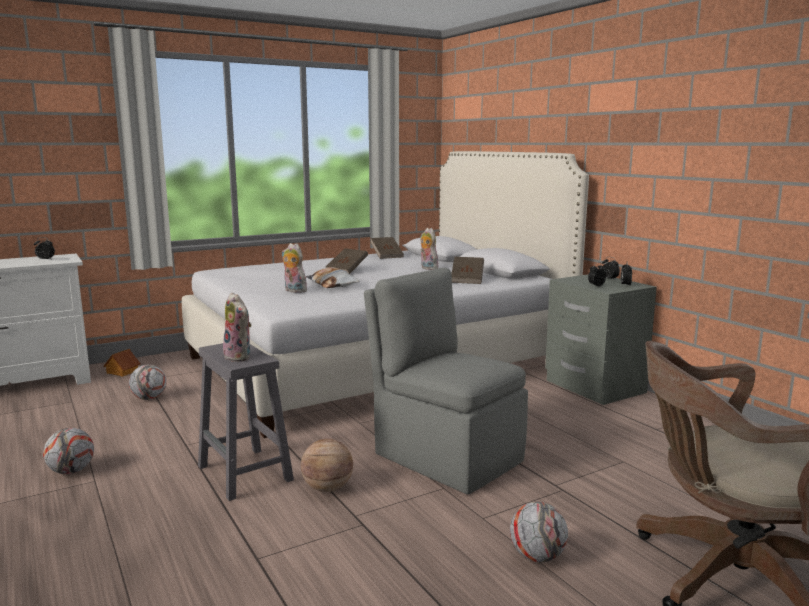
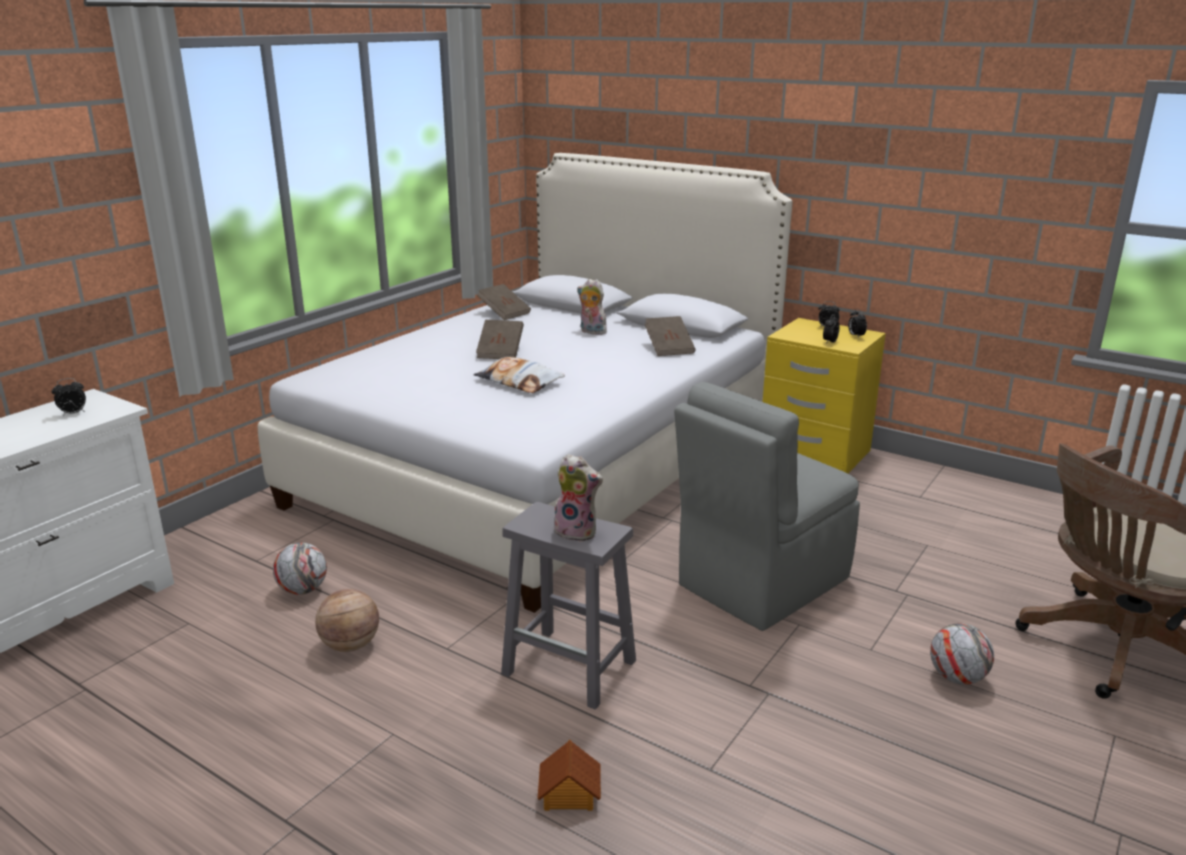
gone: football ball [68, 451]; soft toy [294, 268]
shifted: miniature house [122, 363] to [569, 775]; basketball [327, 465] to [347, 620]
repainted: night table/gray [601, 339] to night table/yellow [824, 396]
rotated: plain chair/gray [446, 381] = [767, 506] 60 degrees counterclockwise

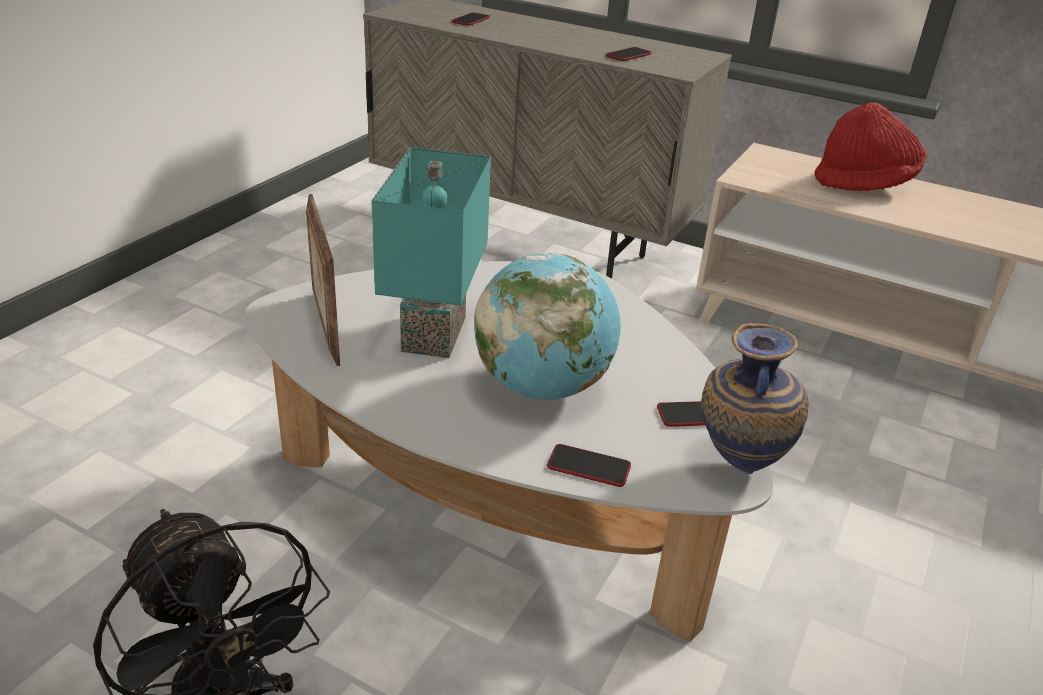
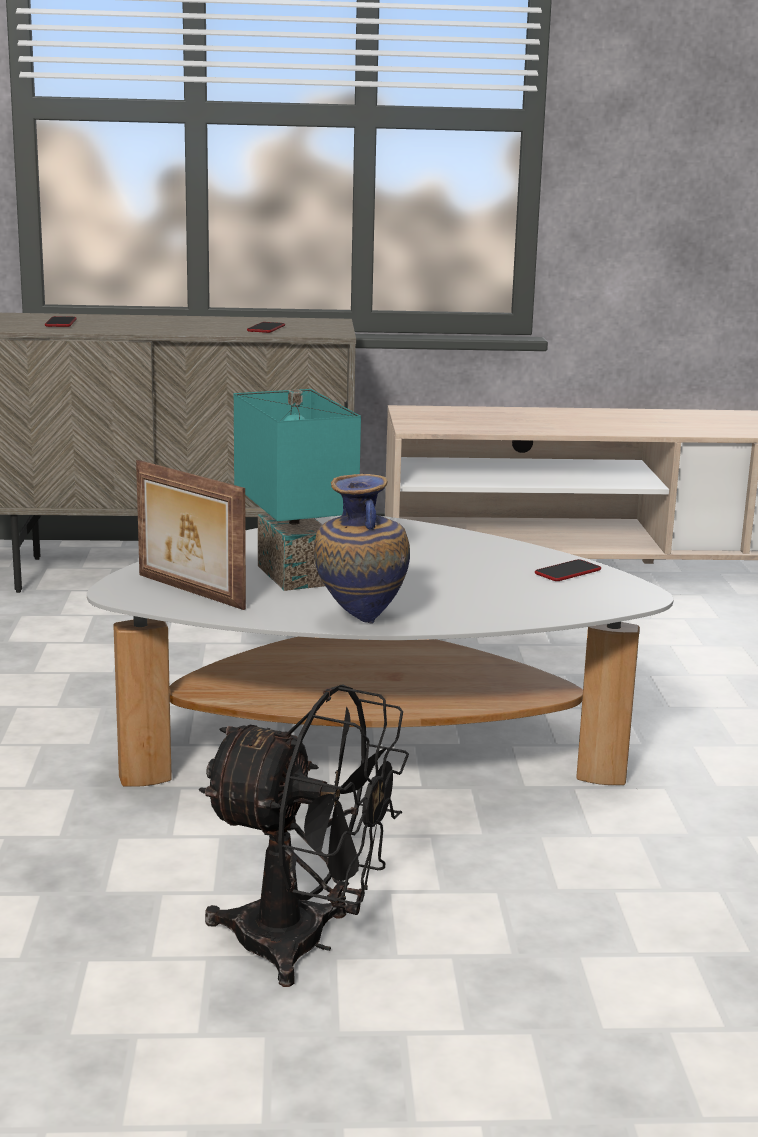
gone: desk globe [547, 326]; handset [589, 465]; wearable hat/red [870, 146]
shifted: flower vase [755, 398] to [362, 548]

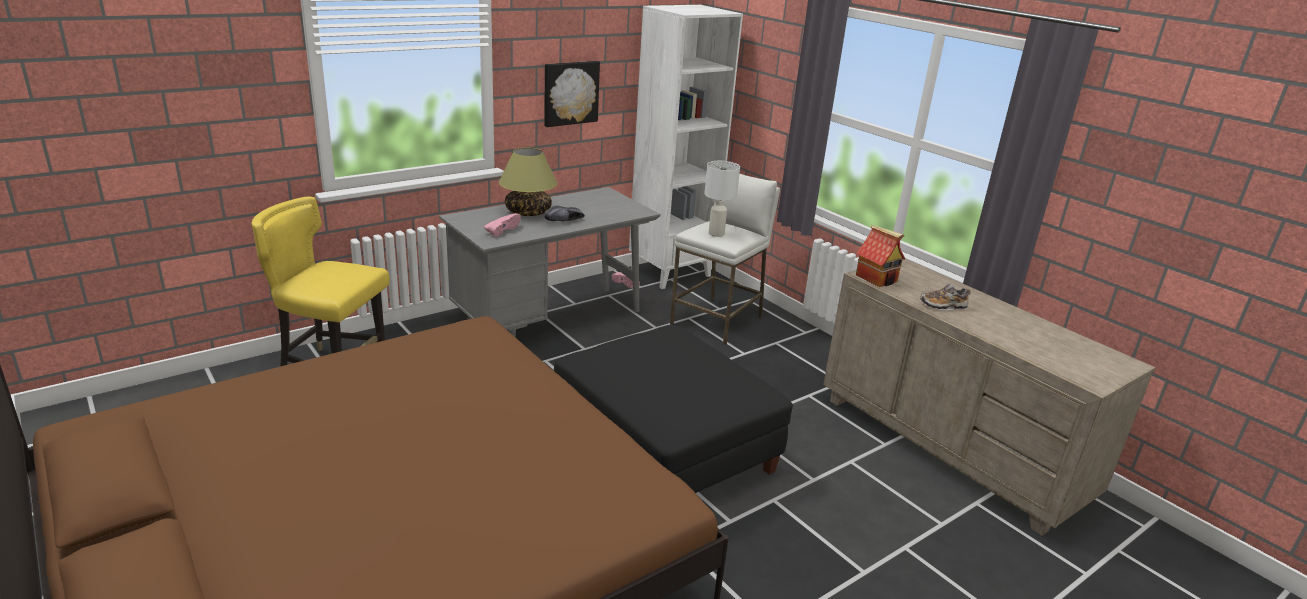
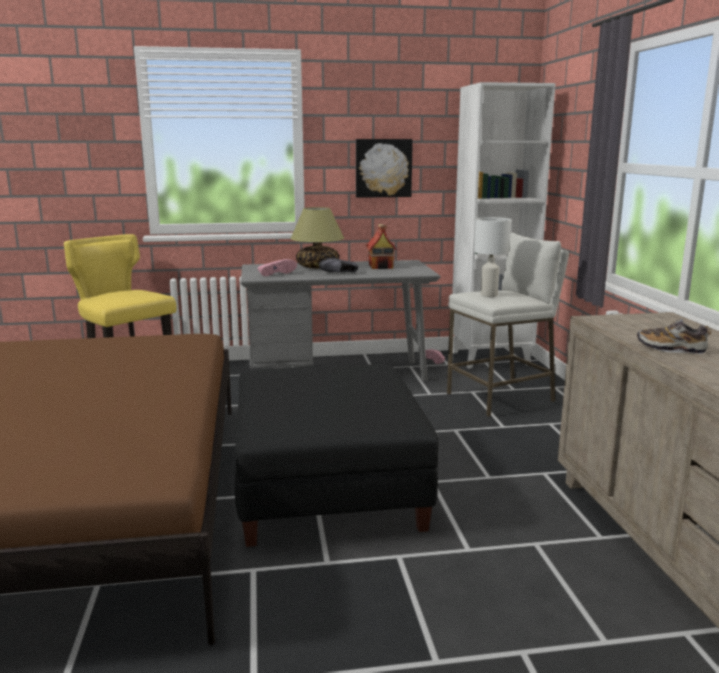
shifted: miniature house [880, 256] to [381, 246]

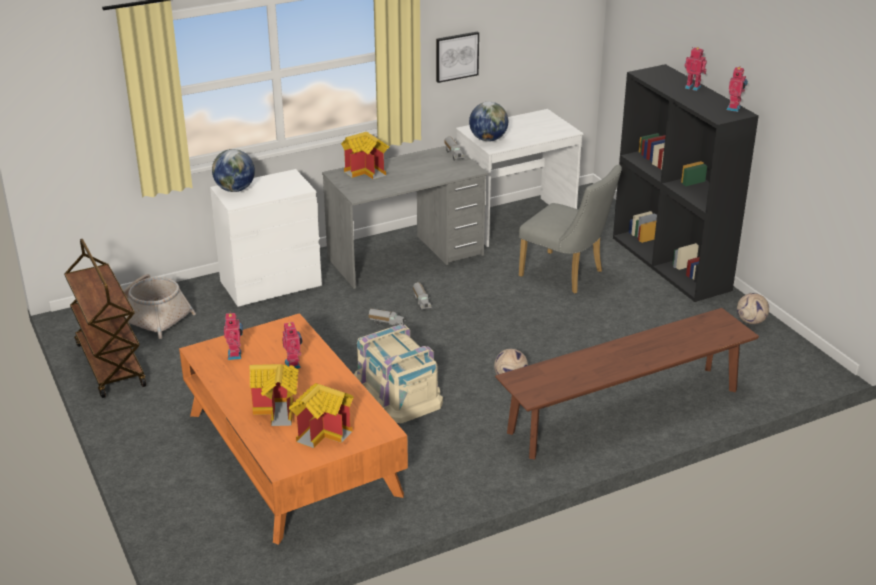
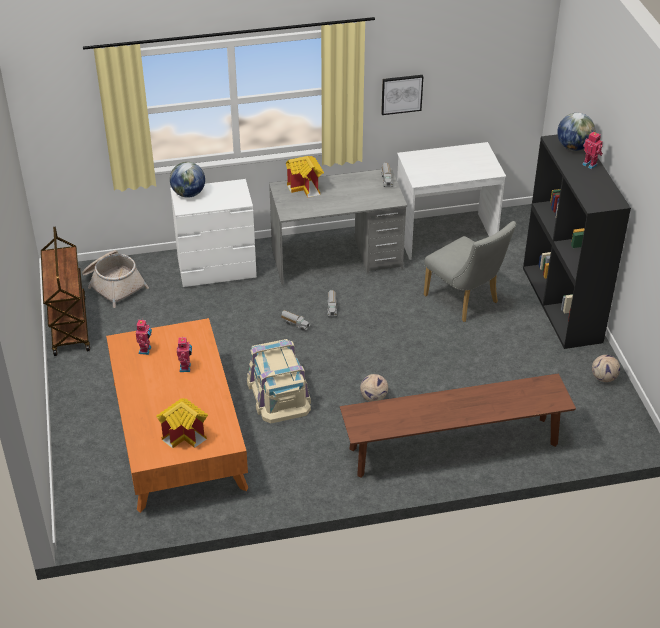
gone: miniature house [274, 395]; robot figure [737, 89]
shifted: desk globe [488, 122] to [576, 132]

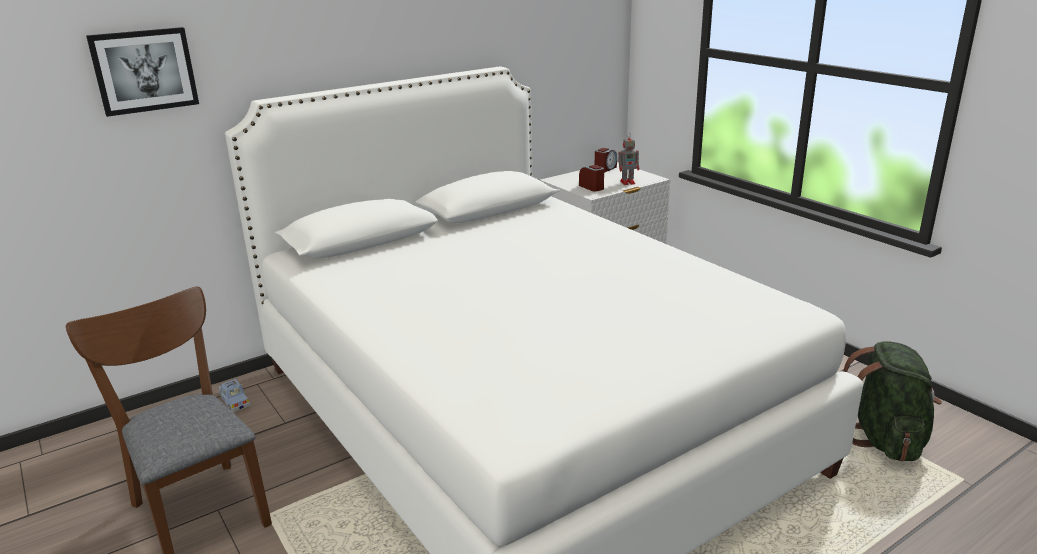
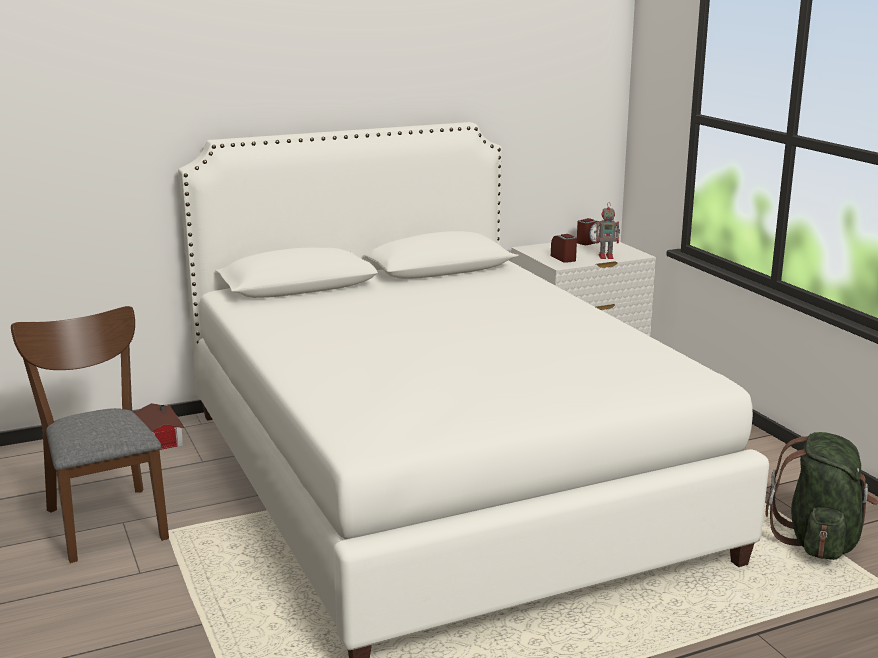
gone: wall art [142, 72]
swapped: toy car/blue [235, 395] to miniature house [159, 426]

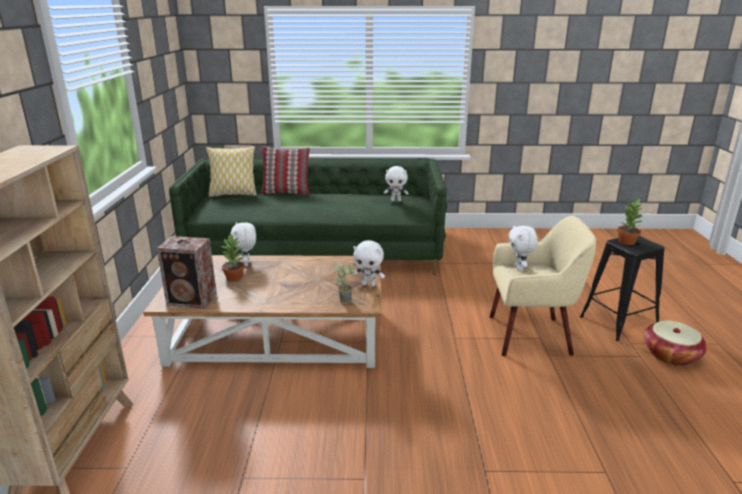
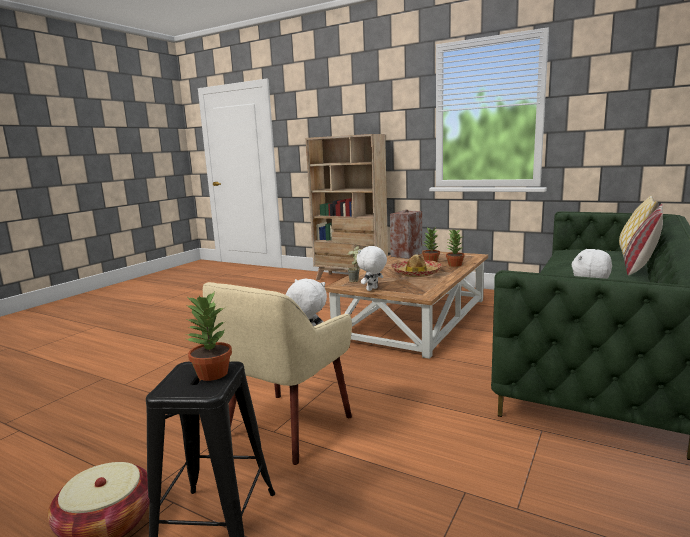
new: wearable hat [416, 265]
swapped: soft toy/white-coloured [243, 244] to houseplant [455, 248]

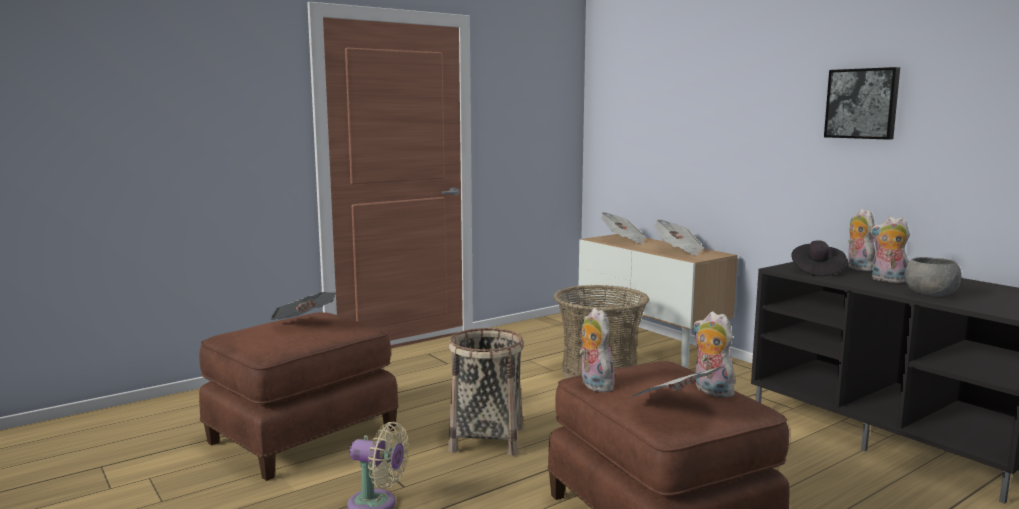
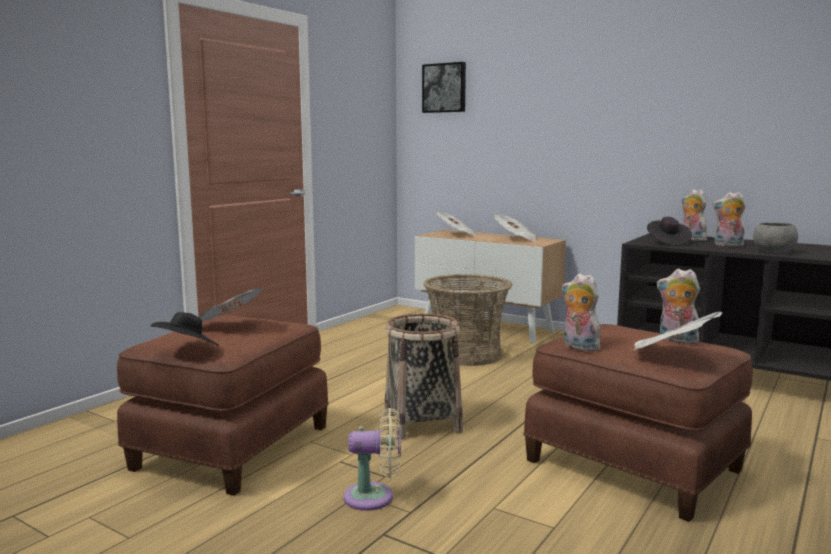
new: wearable hat/black [184, 328]
shifted: wall art [862, 103] to [444, 87]

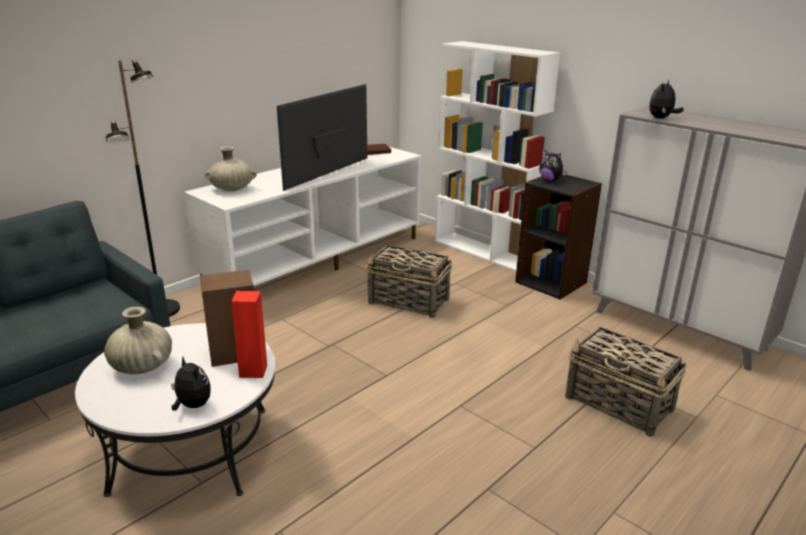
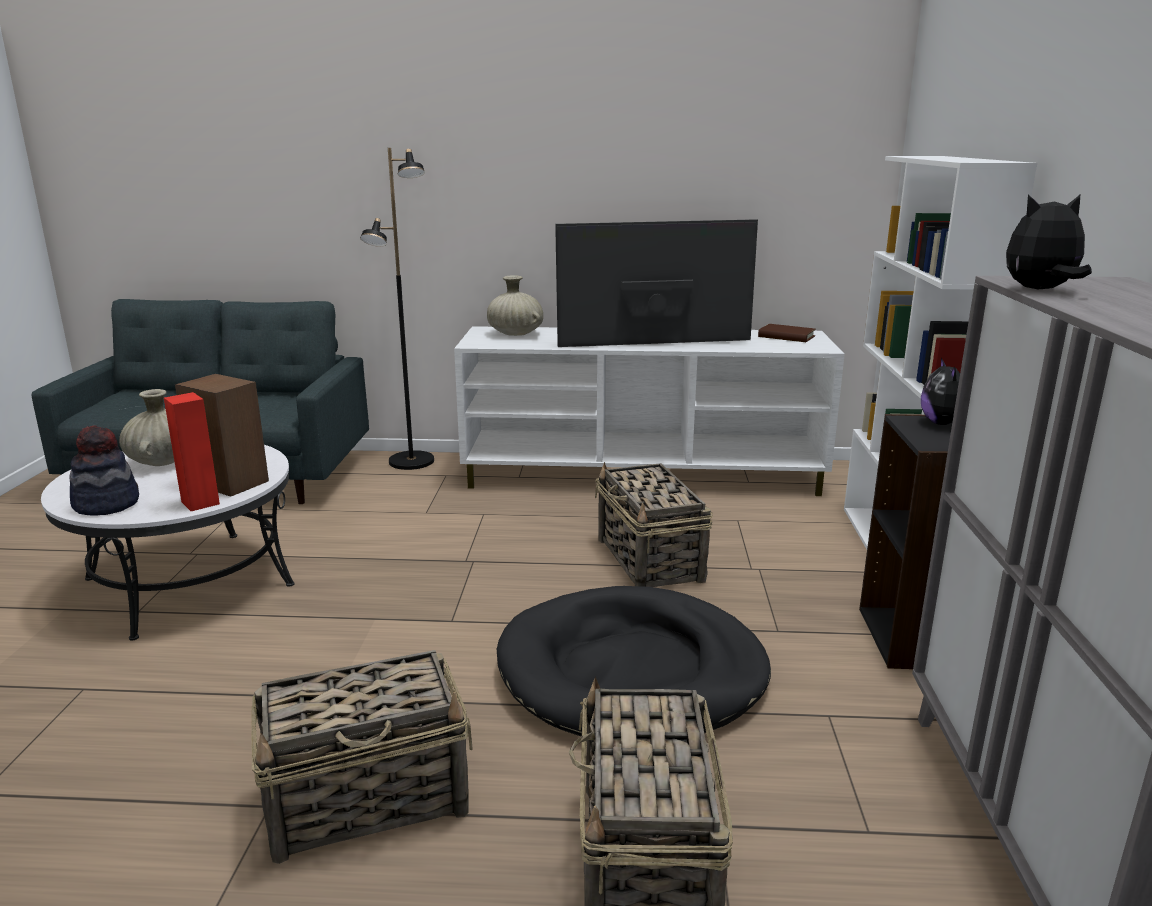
new: household basket [362, 757]; pet bed/black [634, 661]
swapped: soft toy [191, 383] to wearable hat [104, 470]

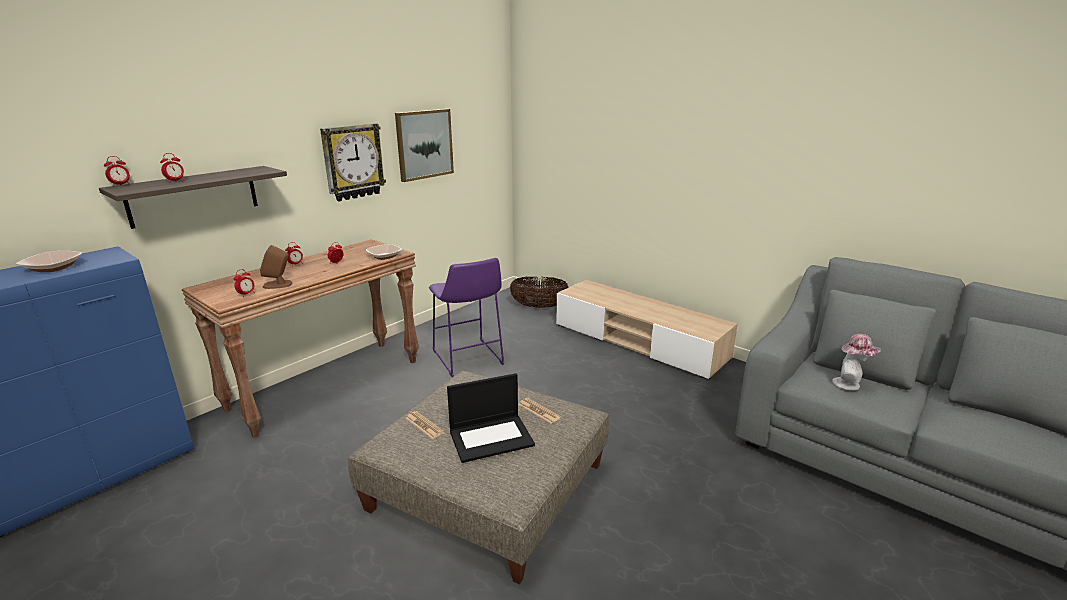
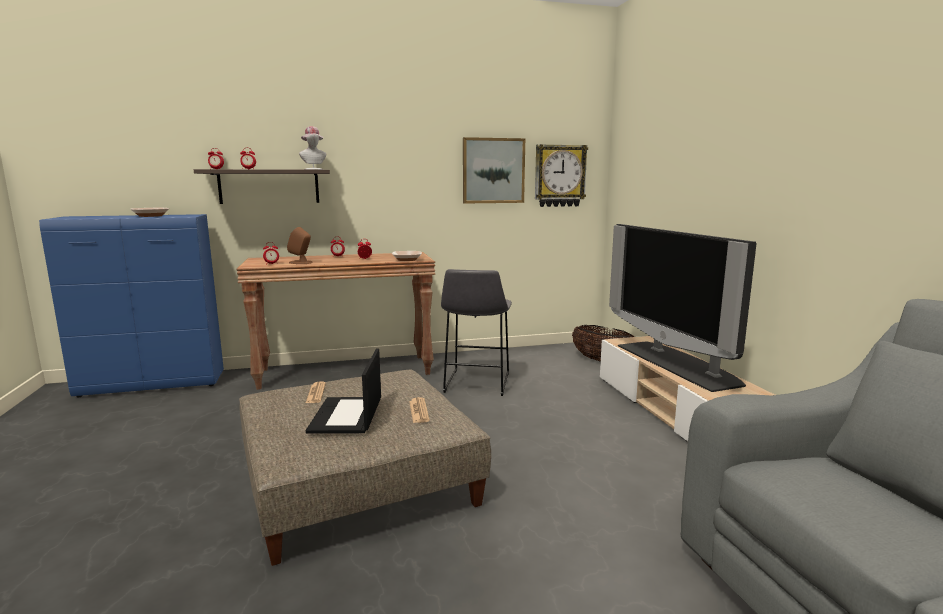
new: TV [683, 308]
shifted: clock on the wall [353, 162] to [561, 175]; wearable hat [856, 362] to [312, 148]
repainted: stool seat/purple [466, 317] to stool seat/gray [476, 332]
rotated: portable computer [491, 418] = [343, 391] 75 degrees clockwise

